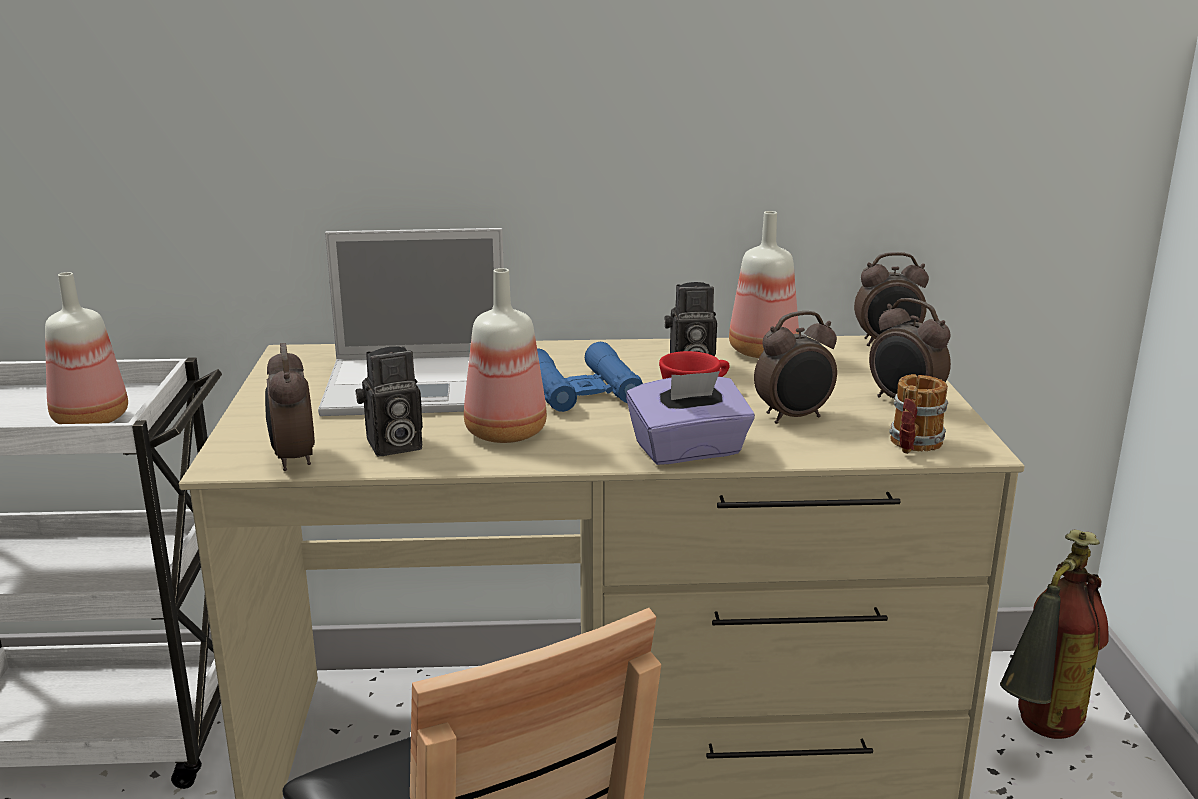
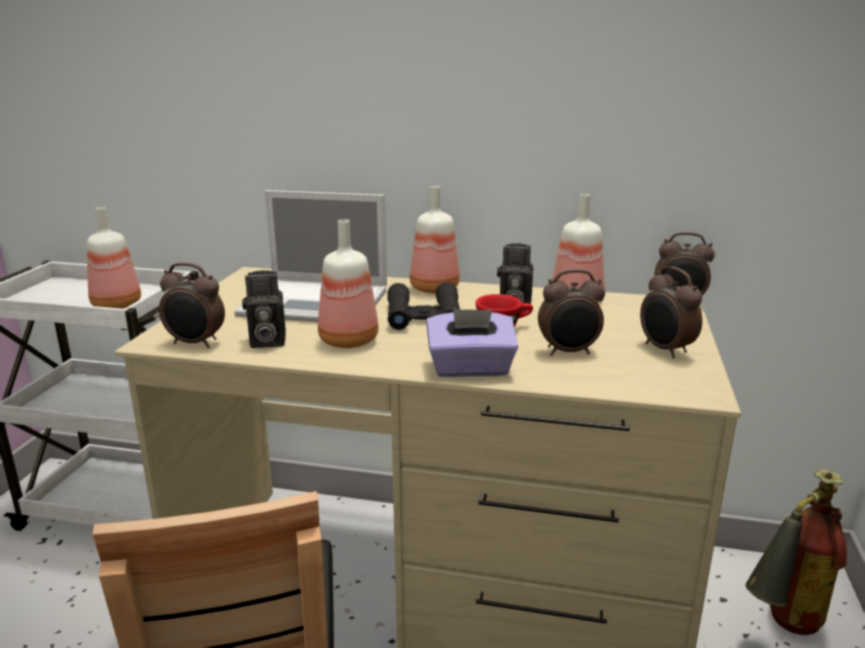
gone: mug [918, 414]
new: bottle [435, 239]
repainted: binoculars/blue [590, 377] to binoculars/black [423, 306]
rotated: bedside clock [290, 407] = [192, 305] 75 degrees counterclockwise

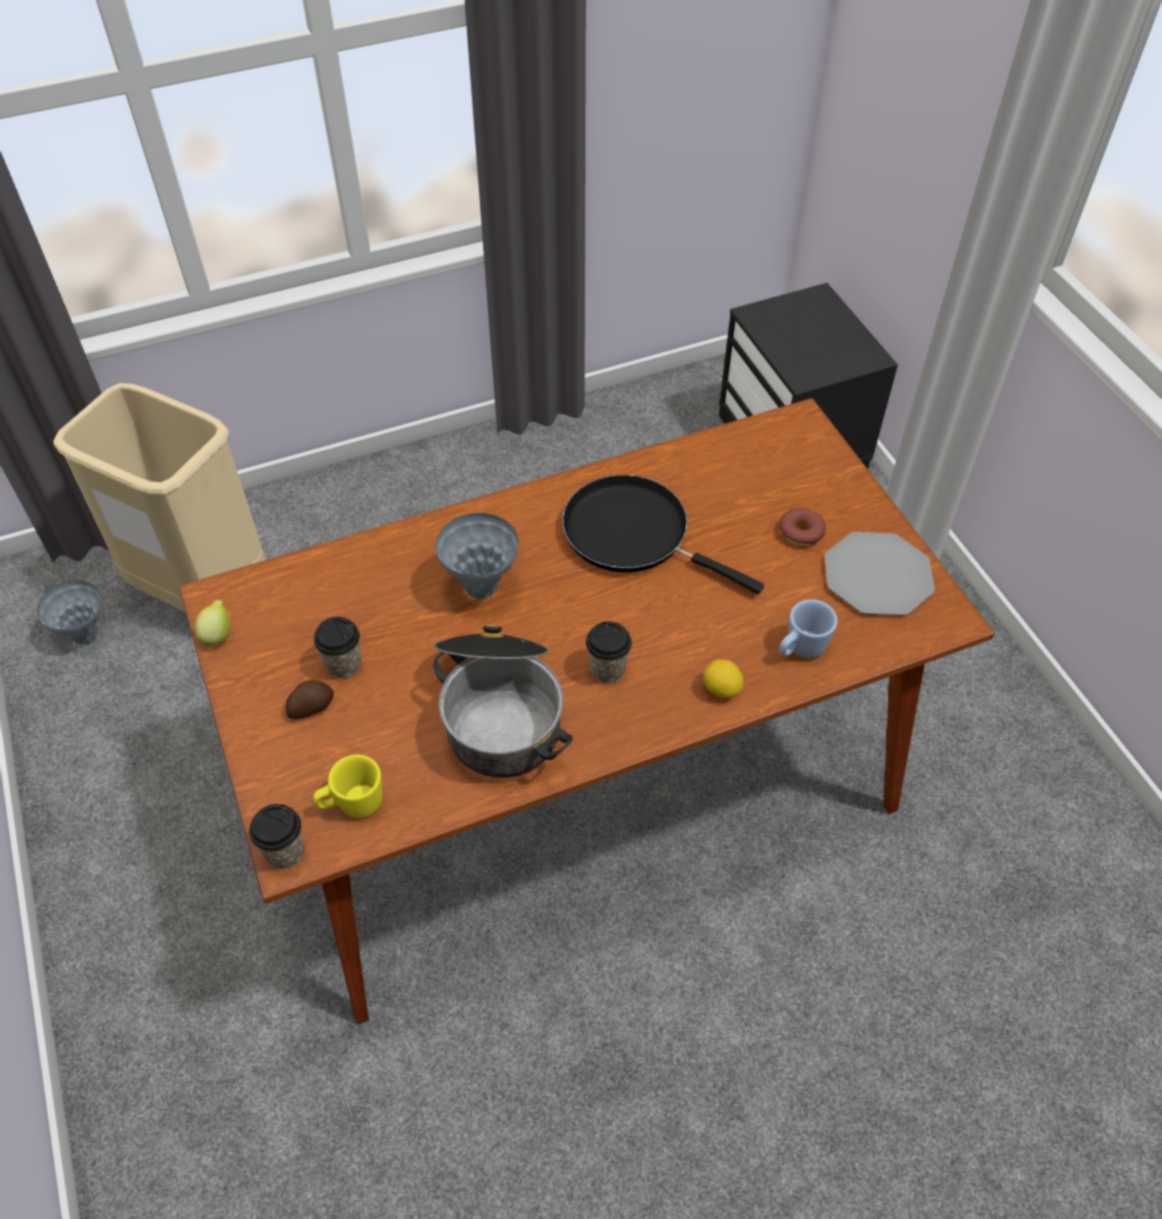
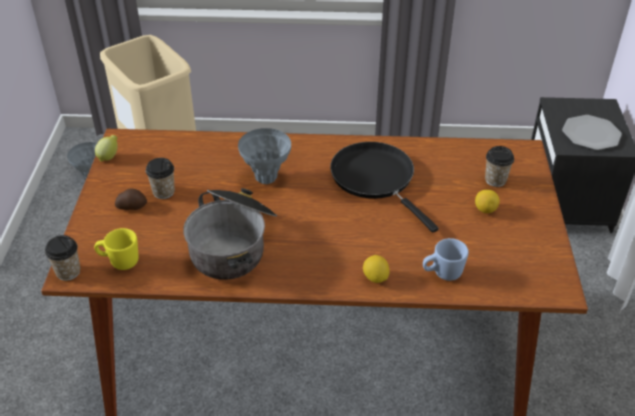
shifted: small cup [609, 652] to [499, 166]; plate [879, 573] to [592, 132]
swapped: ring doughnut [802, 527] to whole lemon [487, 201]

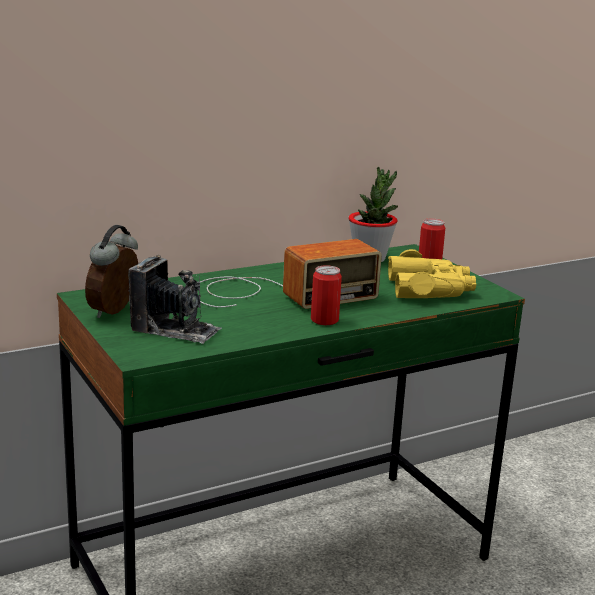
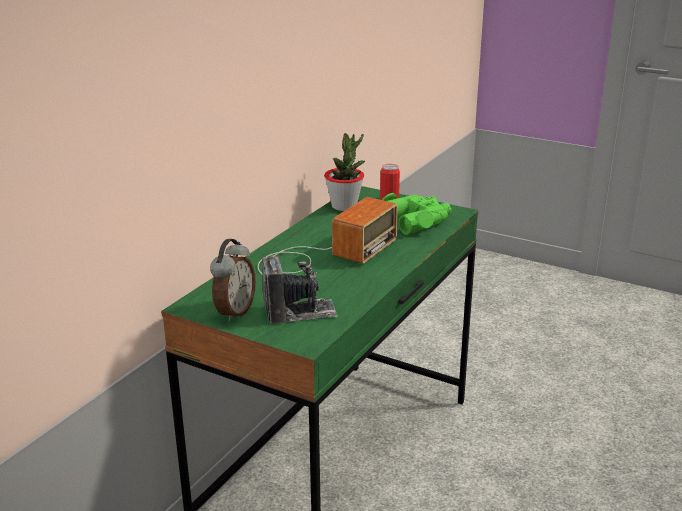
gone: sealed can [326, 295]
repainted: binoculars/yellow [432, 273] to binoculars/greenish [417, 214]
rotated: bedside clock [111, 271] = [233, 280] 150 degrees counterclockwise

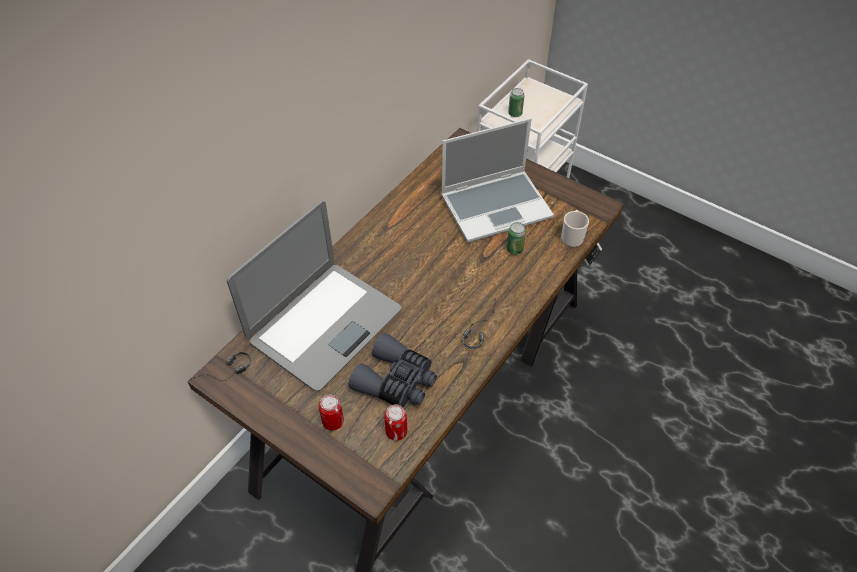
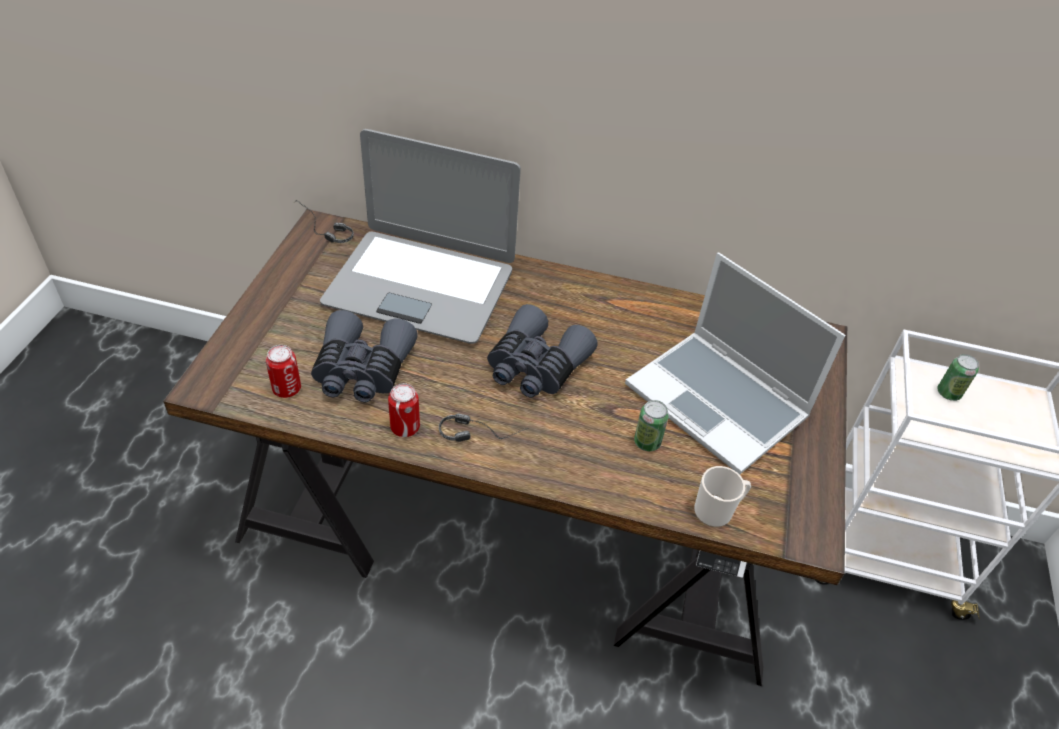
new: binoculars/gray [542, 351]
shifted: sealed can [331, 413] to [404, 410]

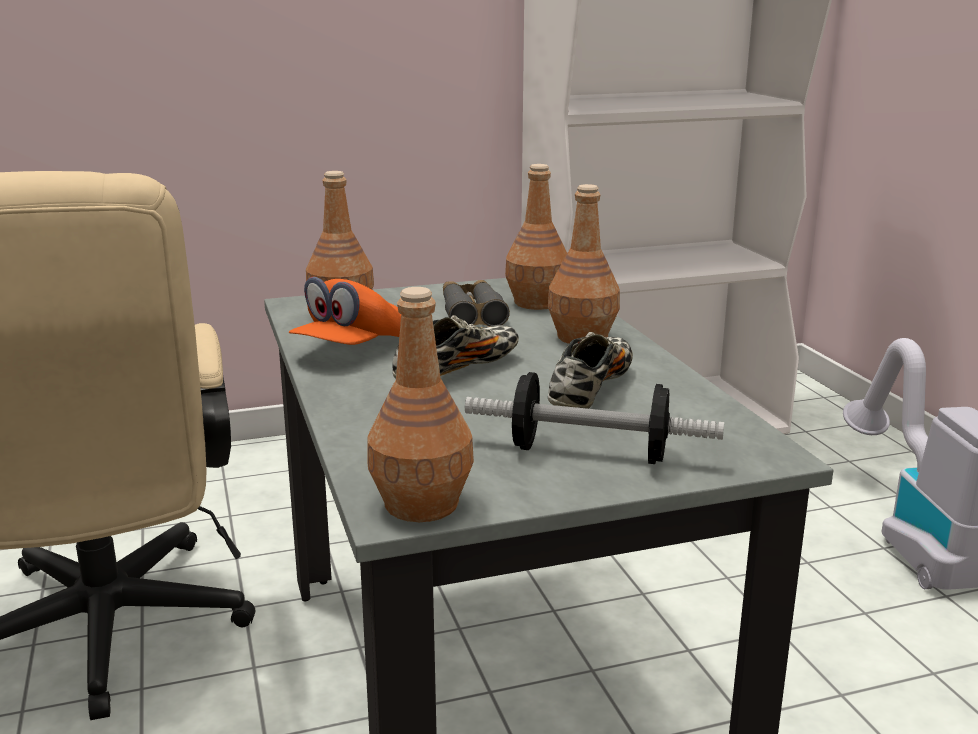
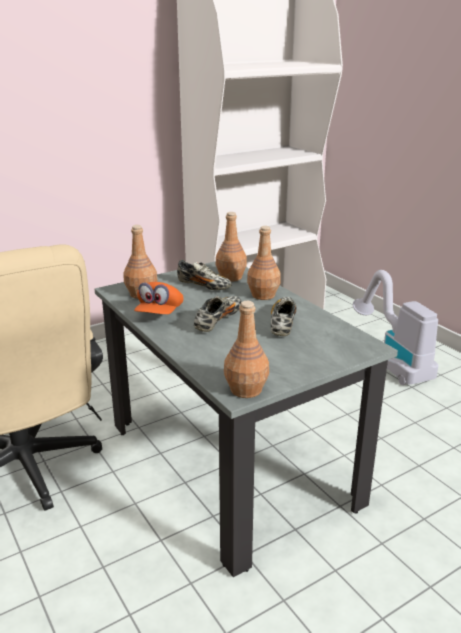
gone: dumbbell [594, 418]
swapped: binoculars/gray [476, 303] to item of footwear [204, 275]

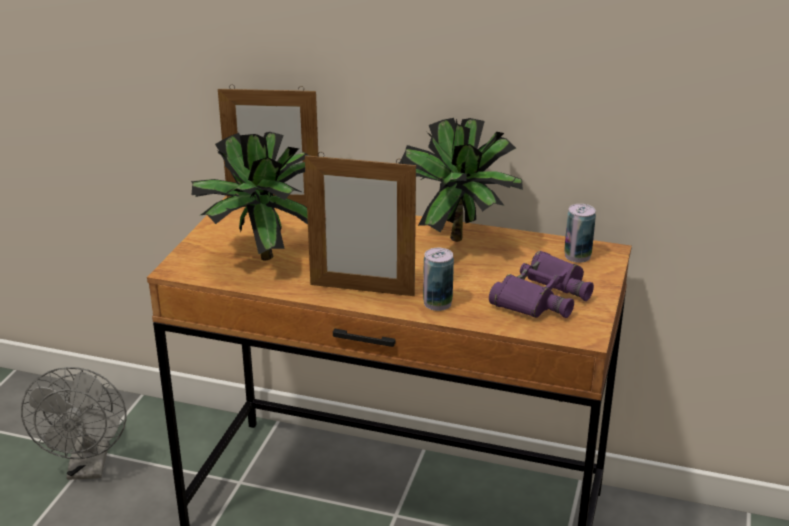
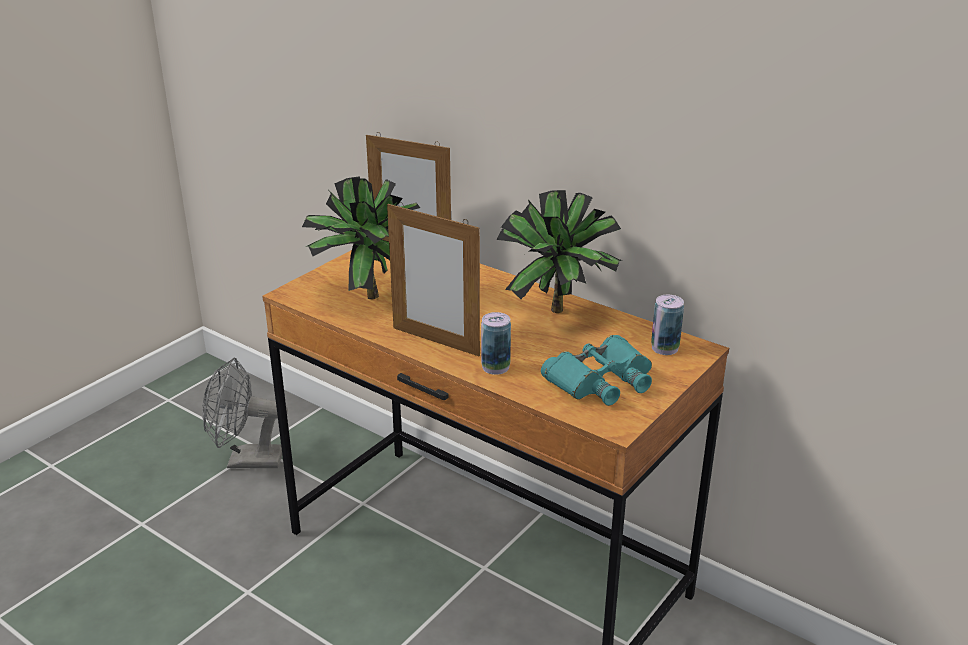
repainted: binoculars/purple [541, 284] to binoculars/blue-green [596, 370]
rotated: fan/gray [73, 423] = [245, 413] 75 degrees clockwise

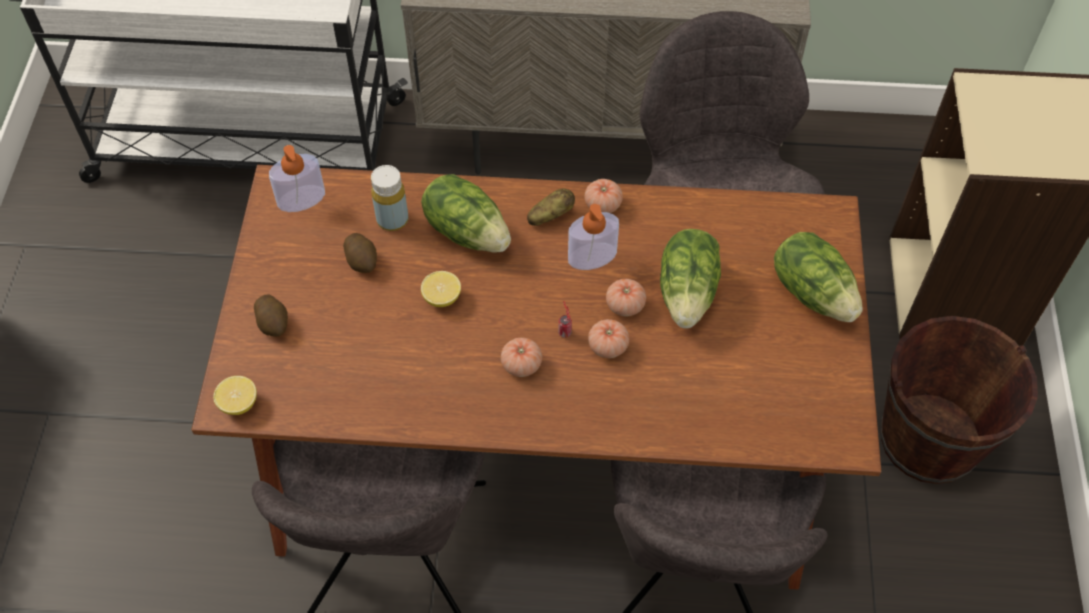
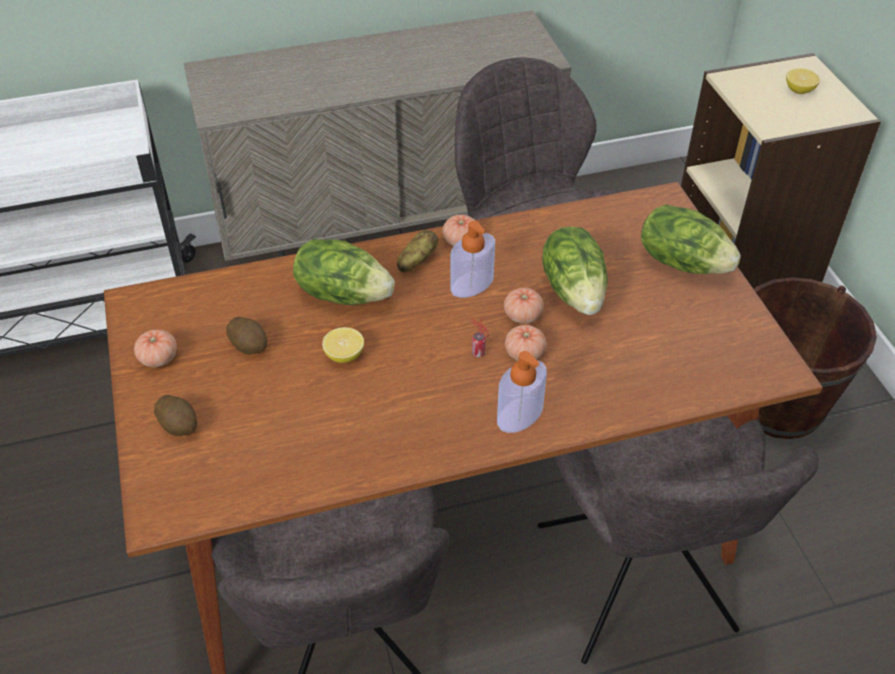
gone: bottle/yellow [390, 198]
shifted: whole lemon [235, 395] to [803, 81]; soap bottle [297, 178] to [522, 392]; whole tomato [521, 357] to [155, 348]

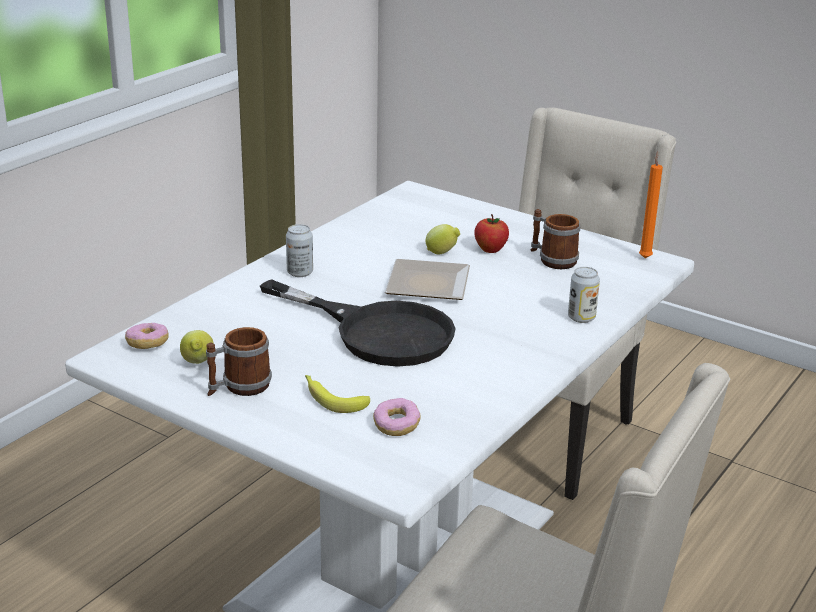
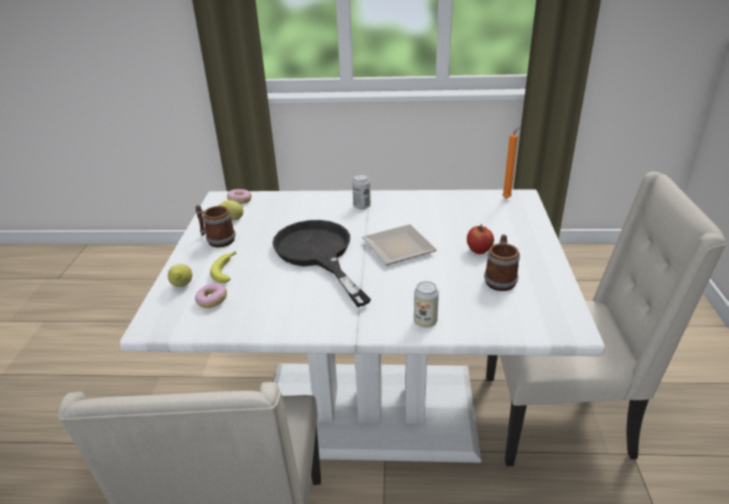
shifted: whole lemon [442, 239] to [180, 275]; wax light/orange [651, 204] to [512, 162]
rotated: frying pan/black [358, 323] = [321, 263] 150 degrees clockwise

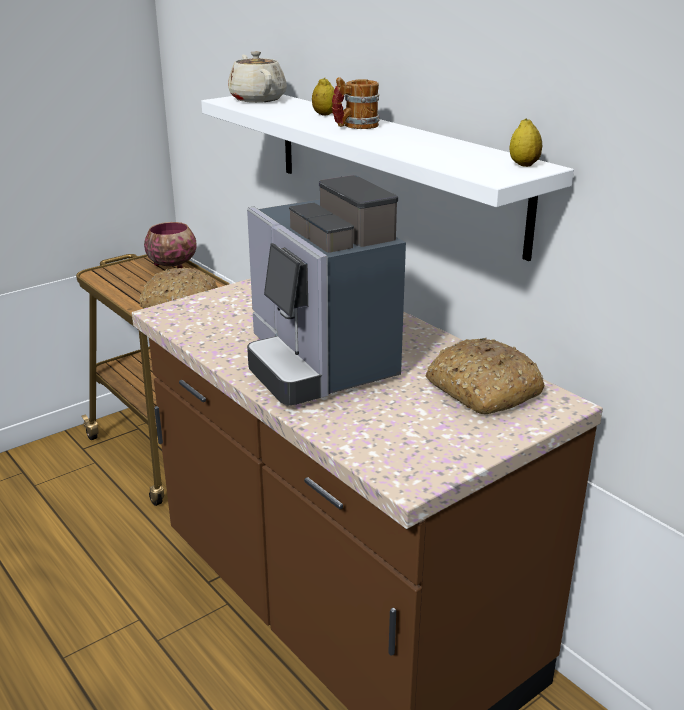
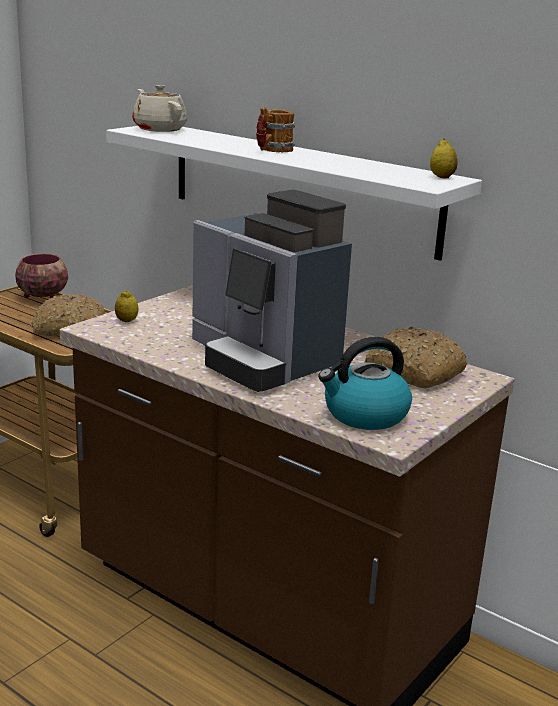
new: kettle [365, 383]
shifted: whole lemon [323, 97] to [126, 306]

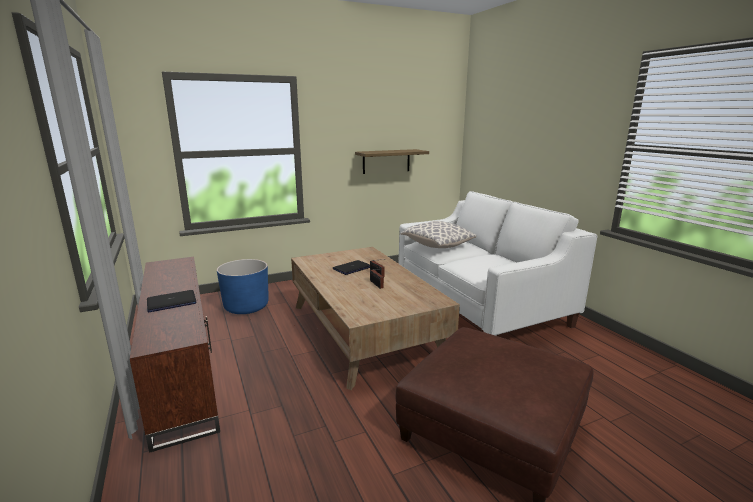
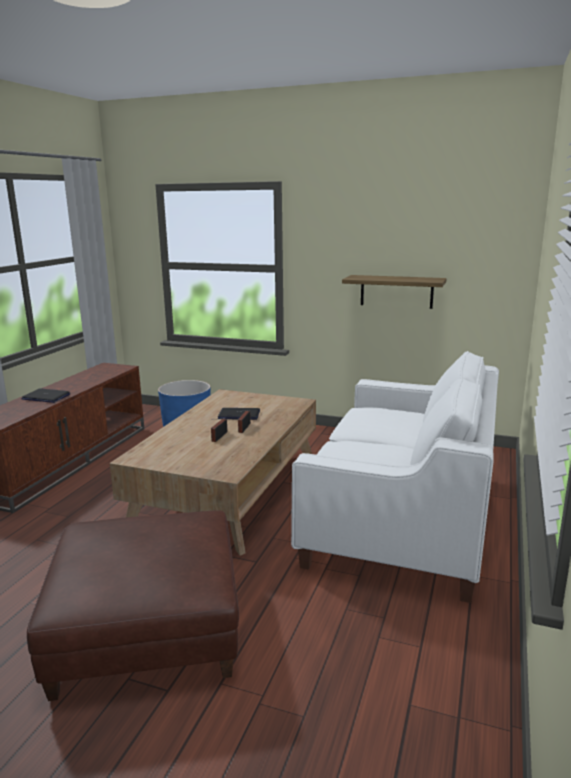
gone: pillow [438, 234]

